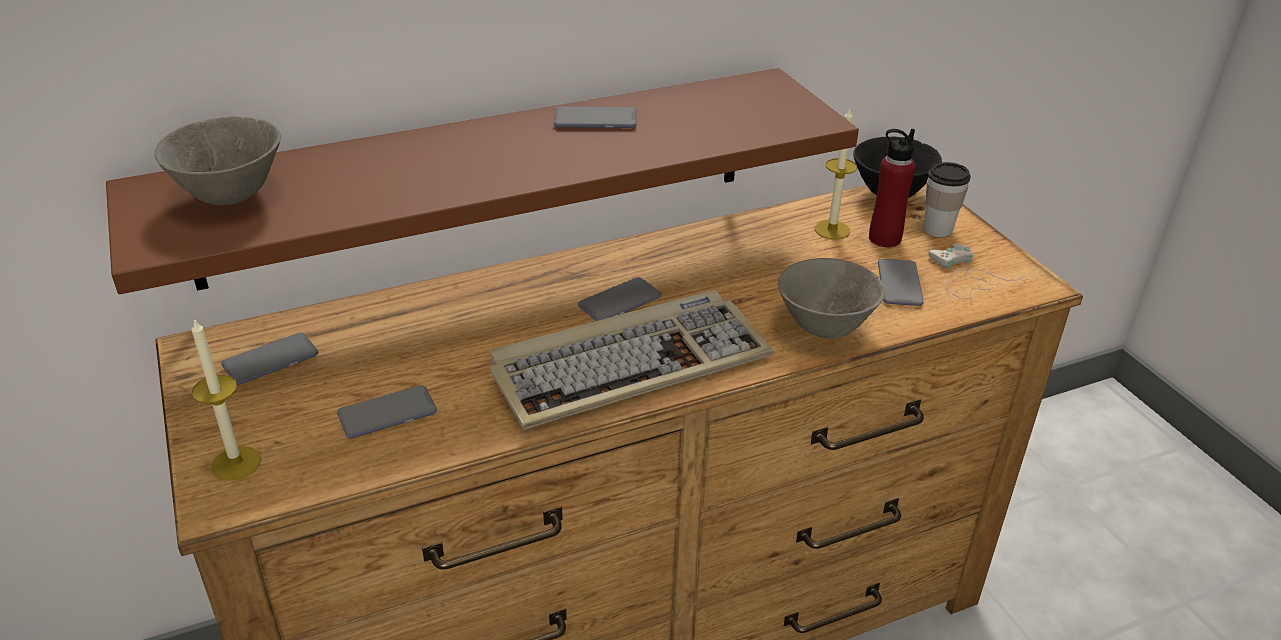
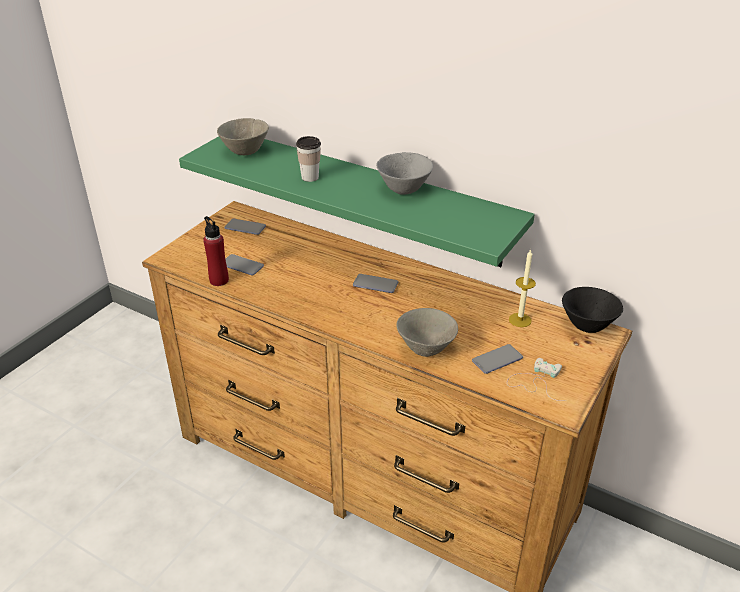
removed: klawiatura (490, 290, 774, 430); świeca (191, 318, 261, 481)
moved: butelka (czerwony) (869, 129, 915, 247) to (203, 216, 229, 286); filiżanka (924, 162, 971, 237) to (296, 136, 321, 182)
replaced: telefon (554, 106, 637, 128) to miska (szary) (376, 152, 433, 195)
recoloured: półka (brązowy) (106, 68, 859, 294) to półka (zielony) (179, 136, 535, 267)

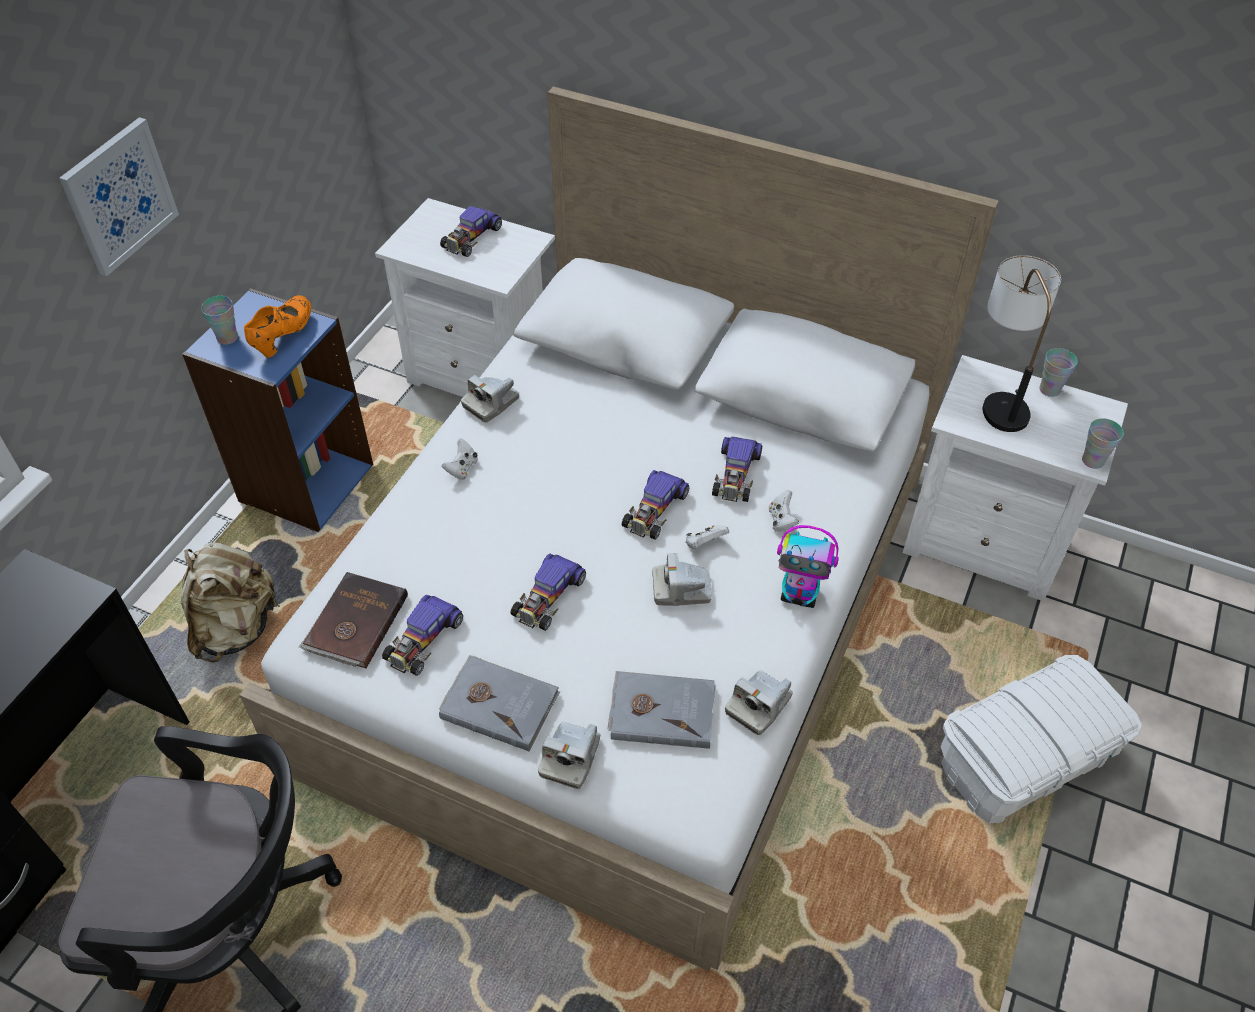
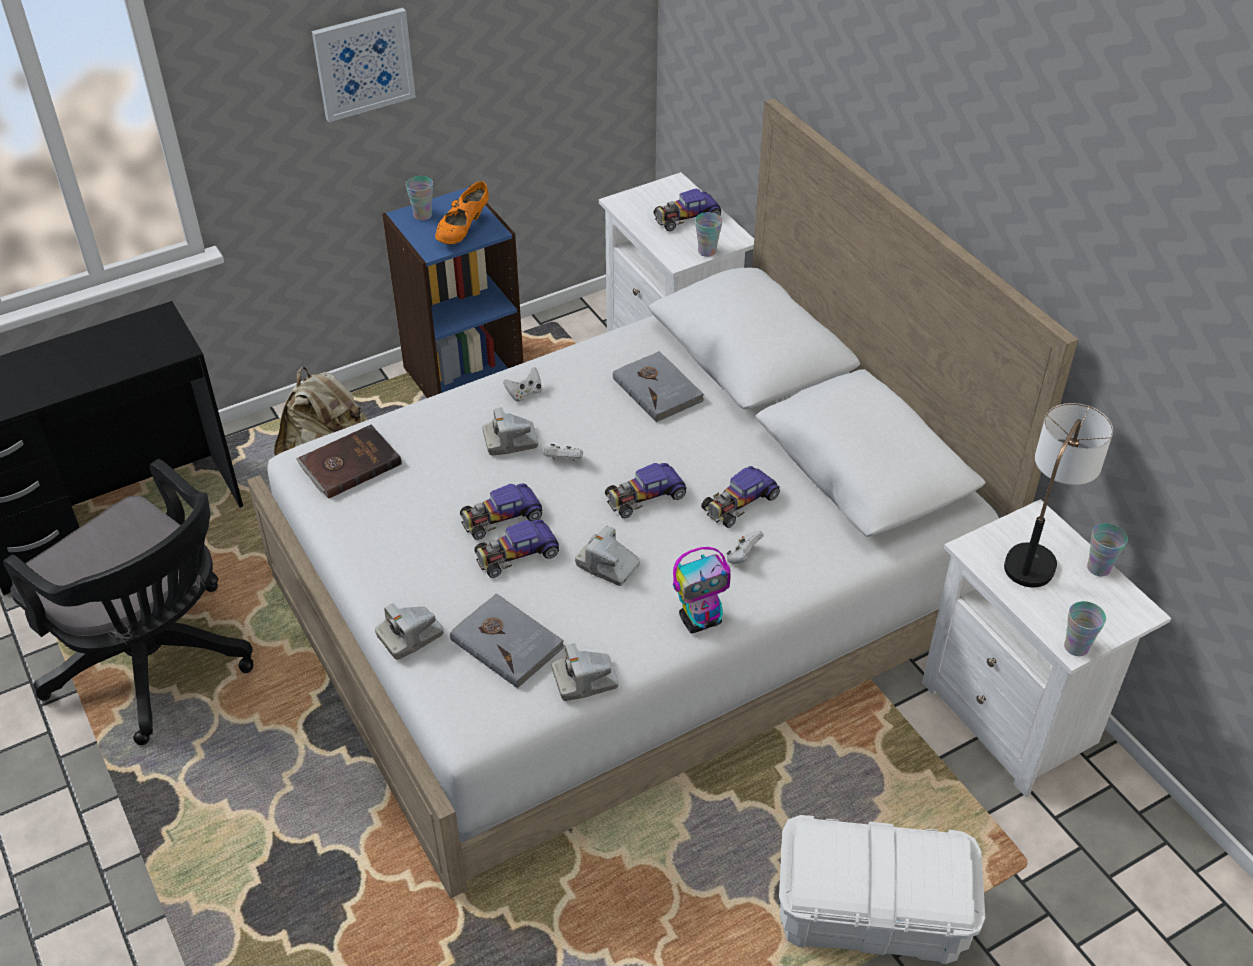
added: filiżanka (695, 212, 723, 257)
moved: aparat fotograficzny (461, 375, 519, 422) to (482, 407, 538, 456); pad do gier (biały) (686, 525, 729, 548) to (543, 444, 583, 461); samochodzik (382, 595, 463, 676) to (474, 519, 559, 578); książka (szary) (439, 655, 560, 751) to (613, 351, 705, 422)
turned: but (pomarańczowy) (244, 295, 311, 358) = (435, 181, 489, 245) 150 degrees clockwise; robot zabawkowy (777, 525, 839, 608) = (673, 547, 731, 634) 75 degrees counterclockwise

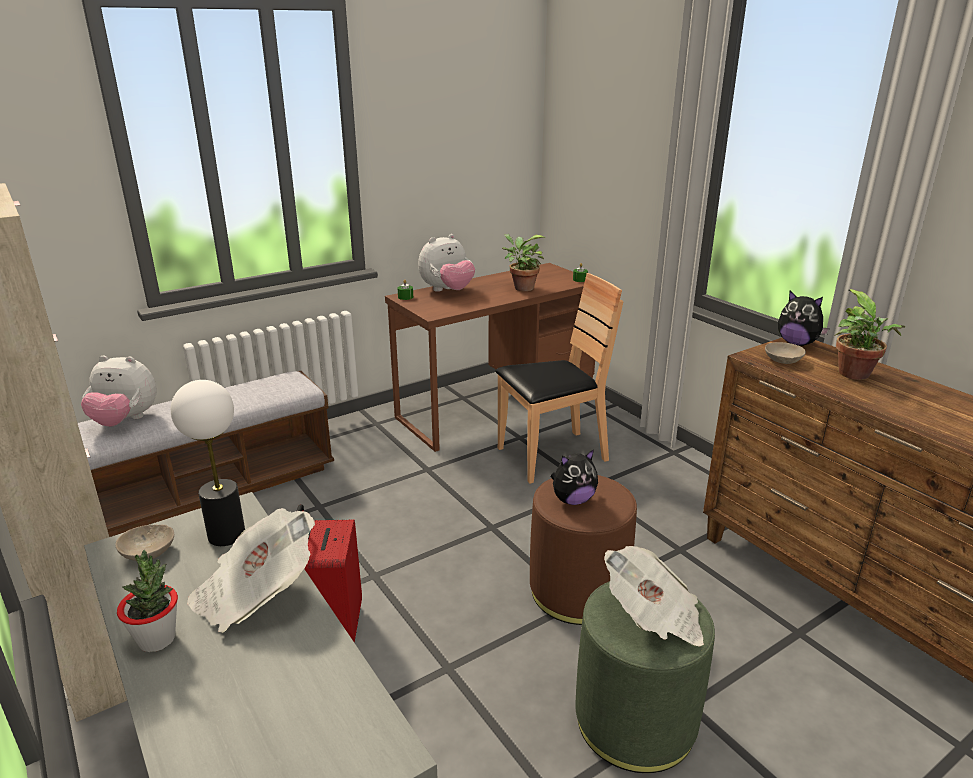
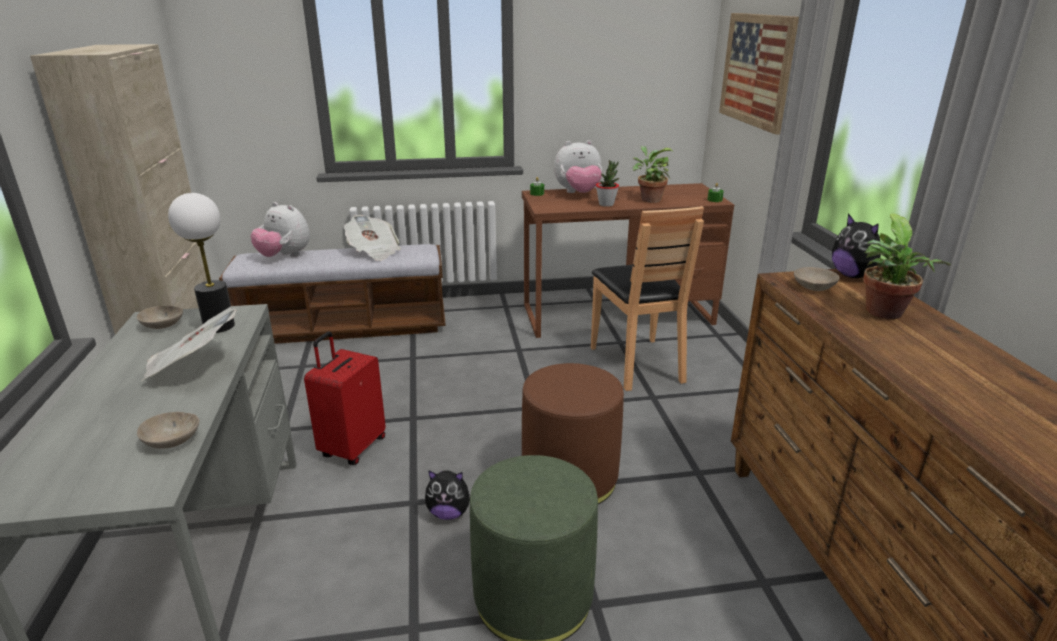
added: obraz (719, 13, 799, 135); miska (beżowy) (137, 412, 199, 449)
moved: pluszak (551, 449, 598, 505) to (425, 470, 470, 520); gazeta (604, 546, 704, 646) to (344, 215, 401, 261); roślina doniczkowa (117, 550, 178, 652) to (596, 160, 619, 207)
turned: krzesło (brązowy) (495, 273, 623, 484) = (591, 206, 704, 391) 75 degrees clockwise

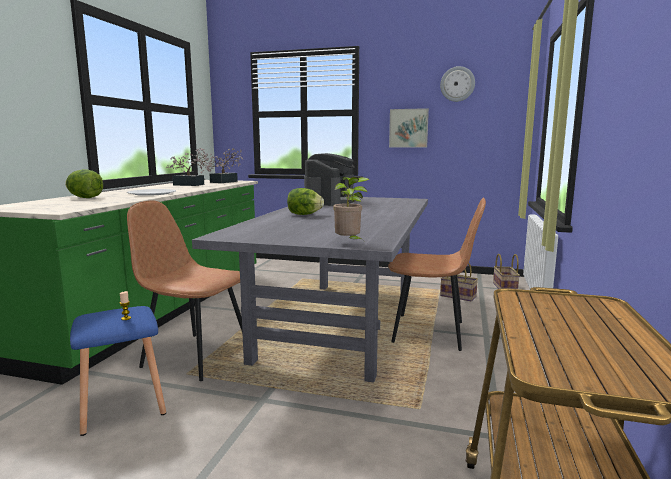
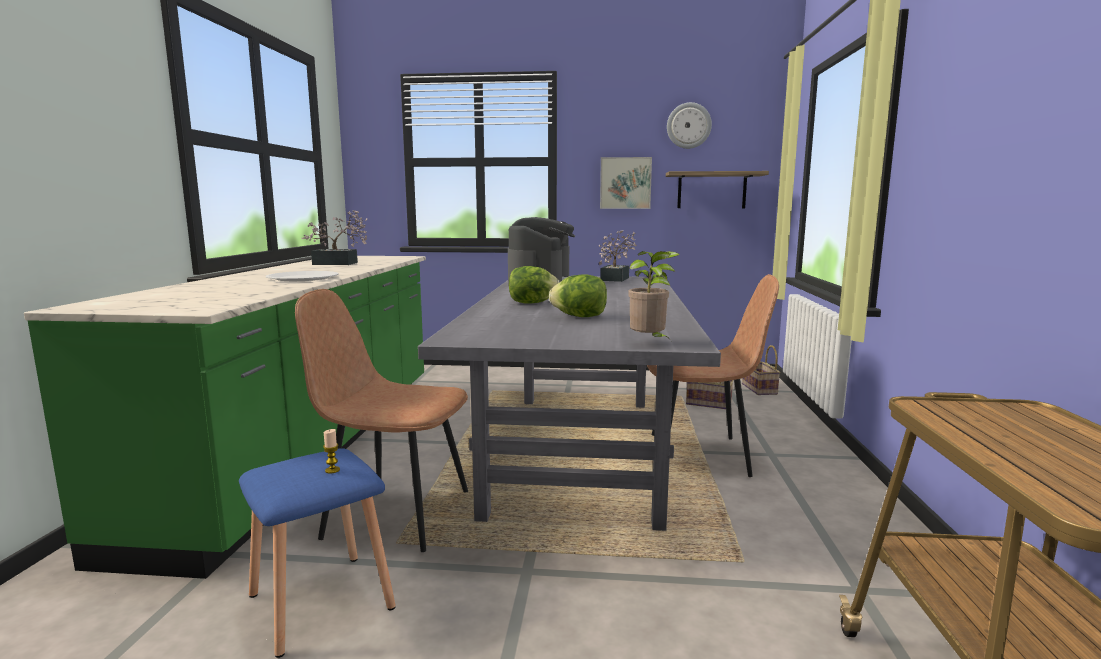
added: półka (666, 171, 769, 208)
moved: roślina doniczkowa (208, 148, 243, 183) to (599, 230, 637, 282); sałata (65, 169, 103, 198) to (549, 274, 607, 317)

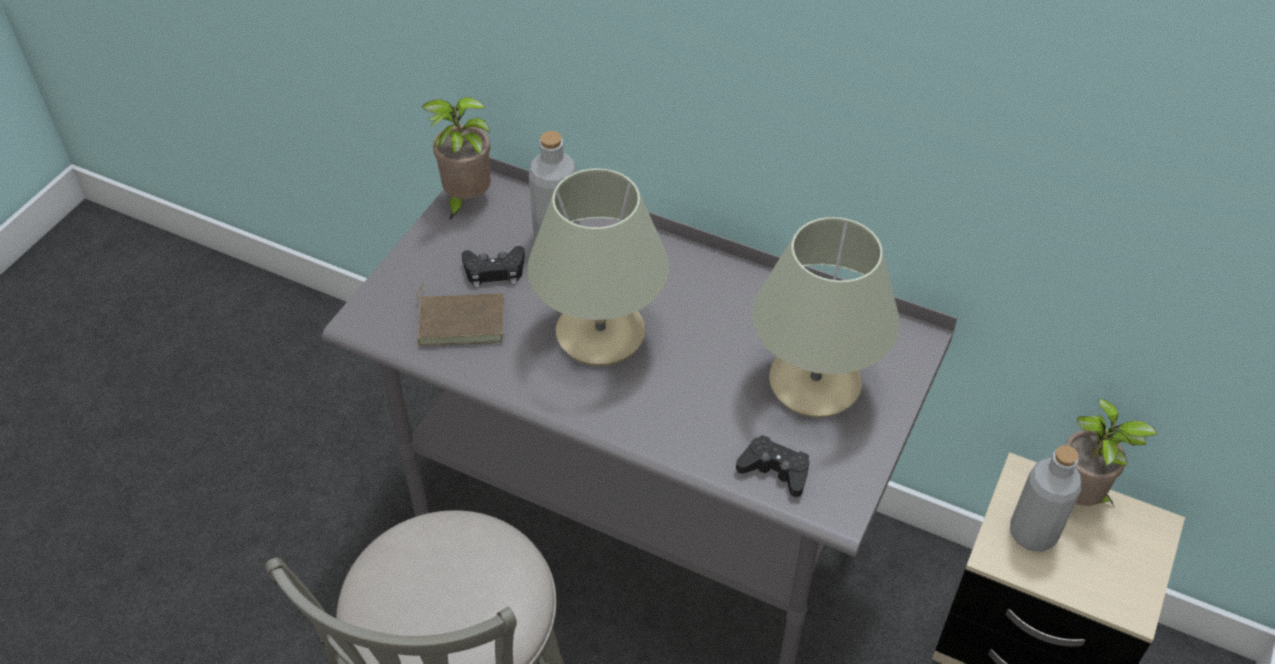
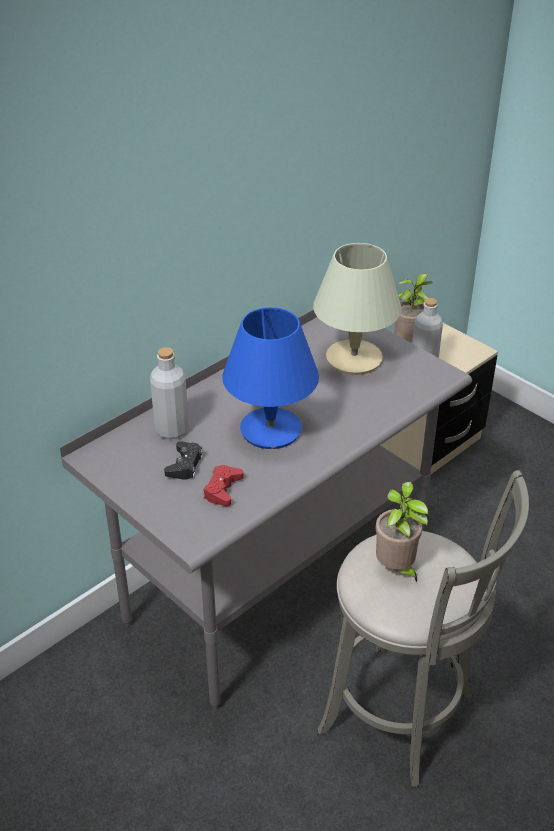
removed: pad do gier (czarny) (736, 435, 809, 497)
moved: roślina doniczkowa (421, 97, 491, 221) to (376, 482, 428, 582)
replaced: książka (brązowy) (417, 284, 504, 345) to pad do gier (czerwony) (203, 465, 244, 506)
recoloured: lampa stołowa (beżowy) (527, 168, 670, 366) to lampa stołowa (niebieski) (222, 307, 319, 449)

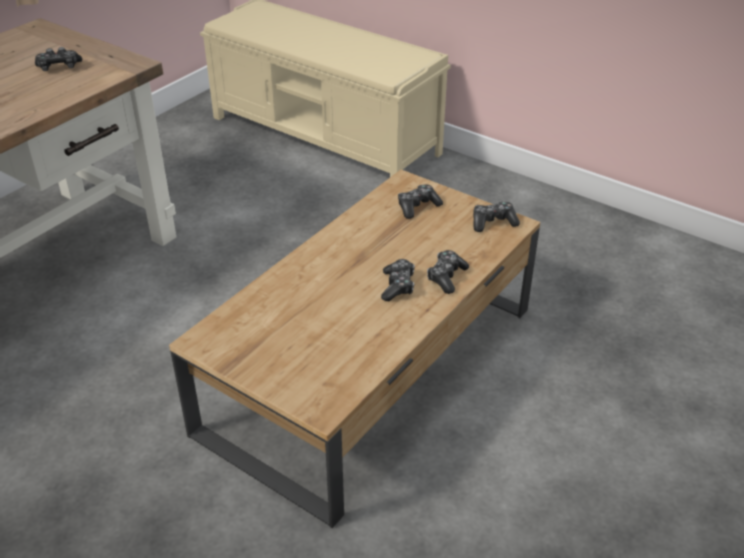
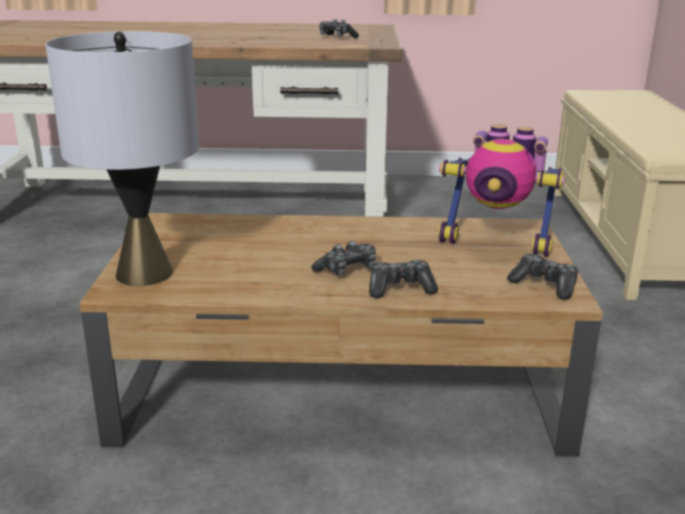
added: lampa stołowa (szary) (45, 31, 199, 286)
replaced: pad do gier (398, 184, 443, 219) to robot zabawkowy (438, 124, 565, 257)

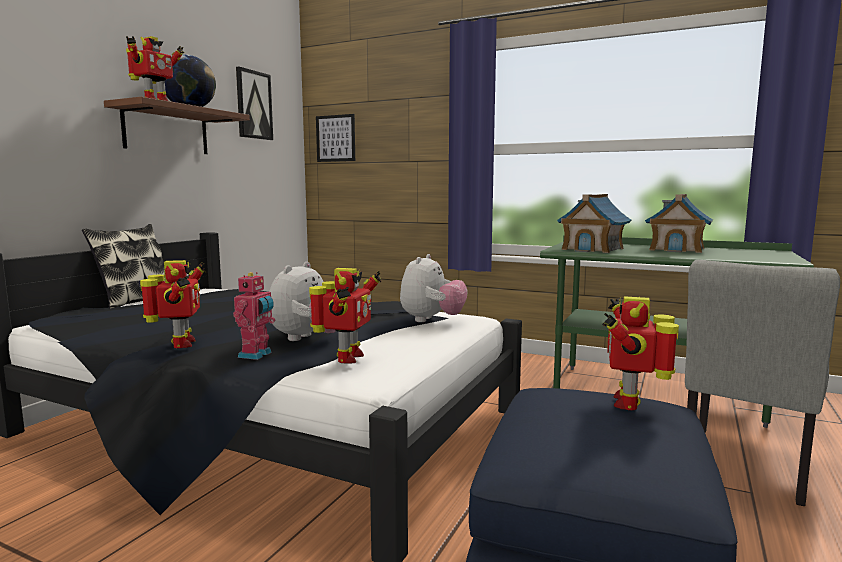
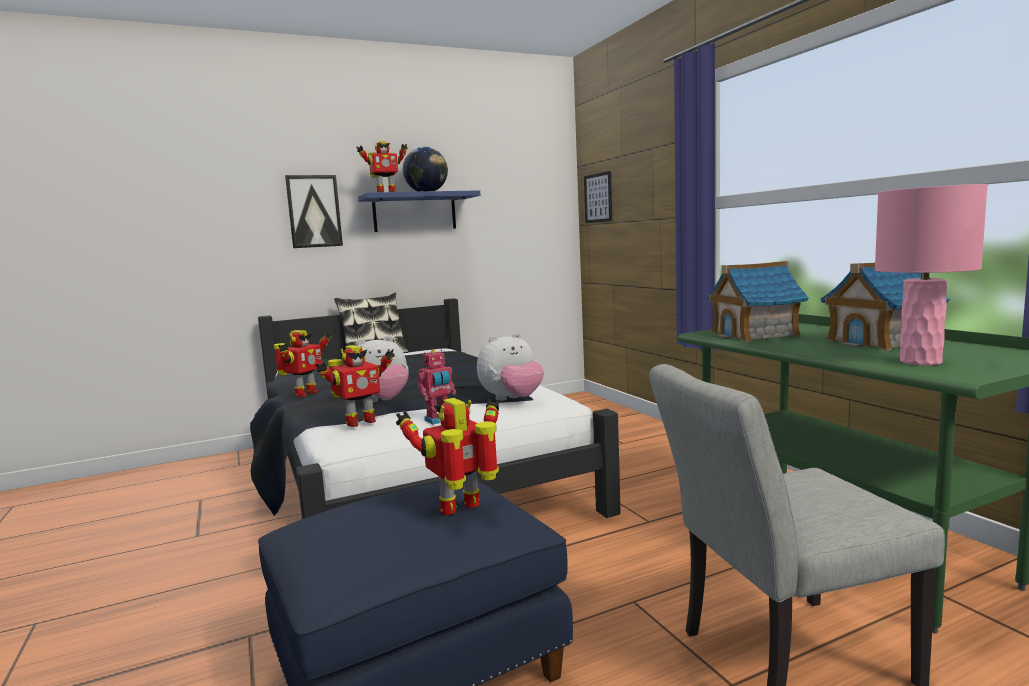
added: lampa stołowa (różowy) (875, 184, 988, 365)
moved: obraz (236, 67, 273, 140) to (285, 175, 343, 248); robot zabawkowy (233, 272, 275, 360) to (417, 349, 456, 424)
recoloured: półka (brązowy) (104, 97, 250, 154) to półka (niebieski) (358, 190, 481, 232)

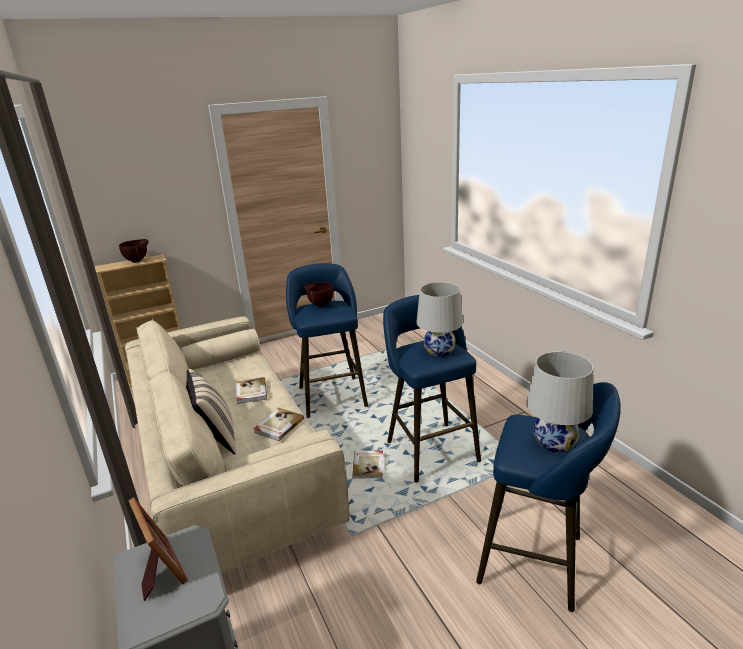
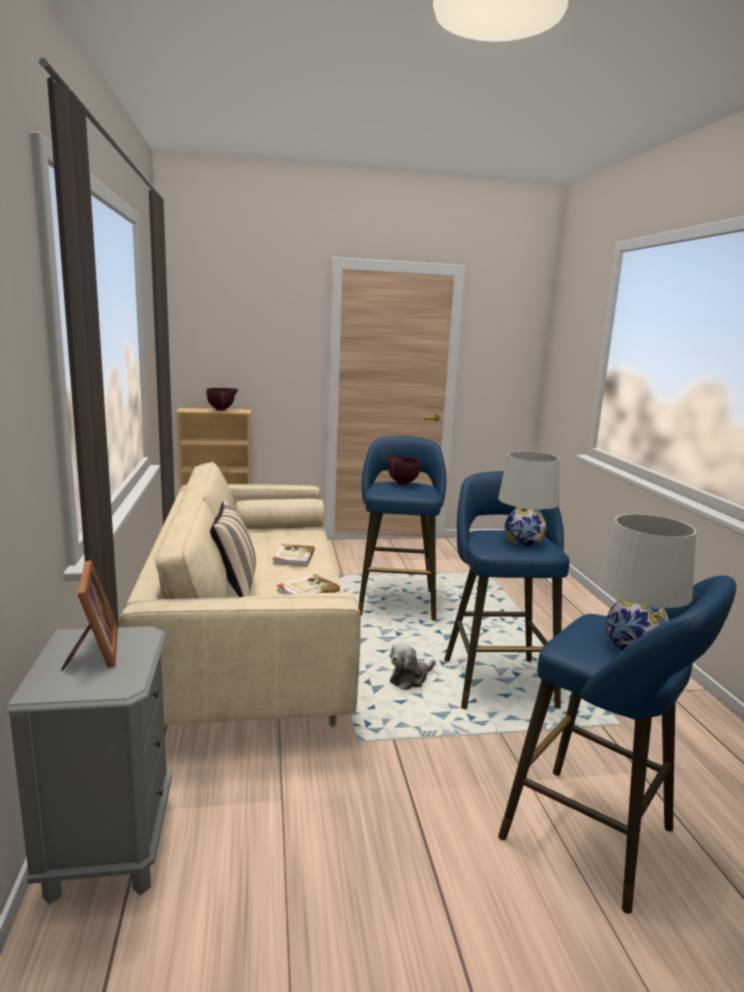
replaced: książka (352, 450, 383, 479) to pluszak (390, 643, 436, 690)

